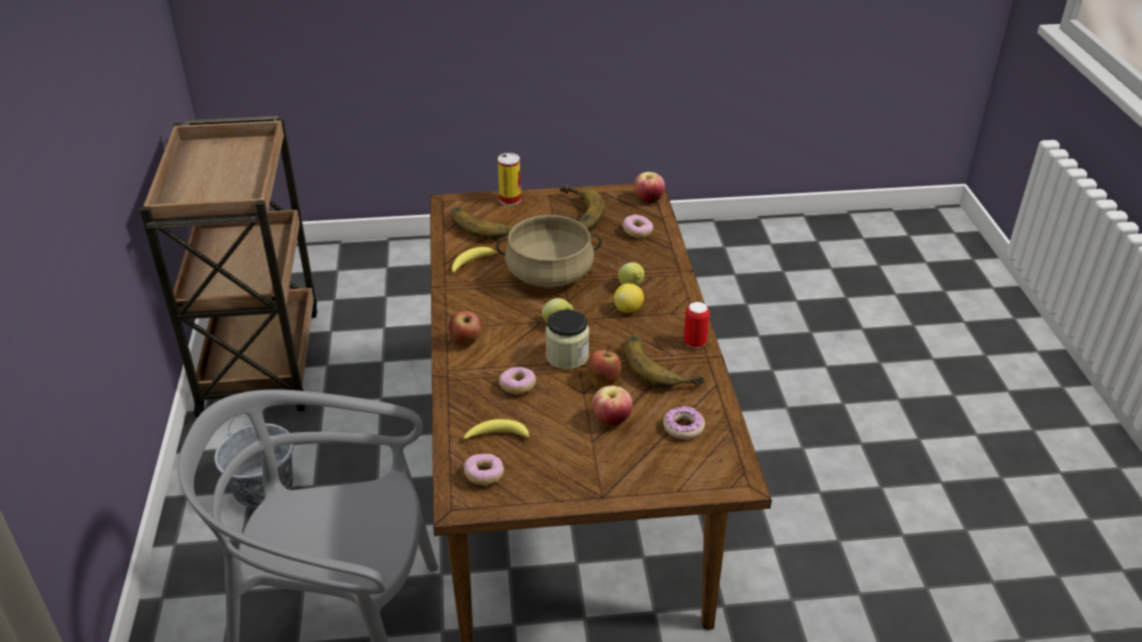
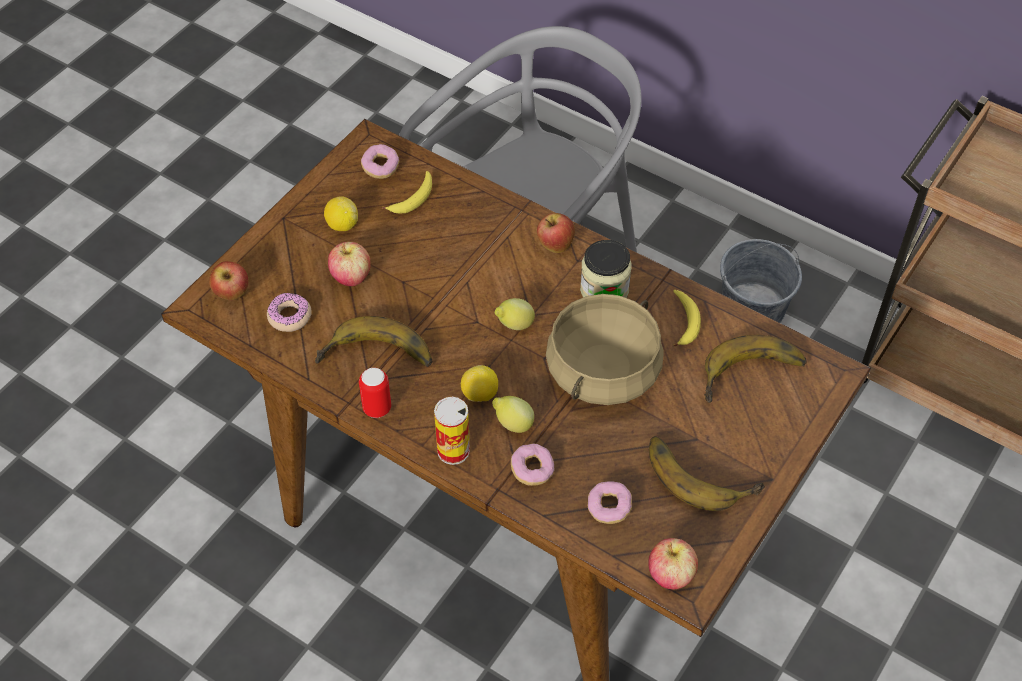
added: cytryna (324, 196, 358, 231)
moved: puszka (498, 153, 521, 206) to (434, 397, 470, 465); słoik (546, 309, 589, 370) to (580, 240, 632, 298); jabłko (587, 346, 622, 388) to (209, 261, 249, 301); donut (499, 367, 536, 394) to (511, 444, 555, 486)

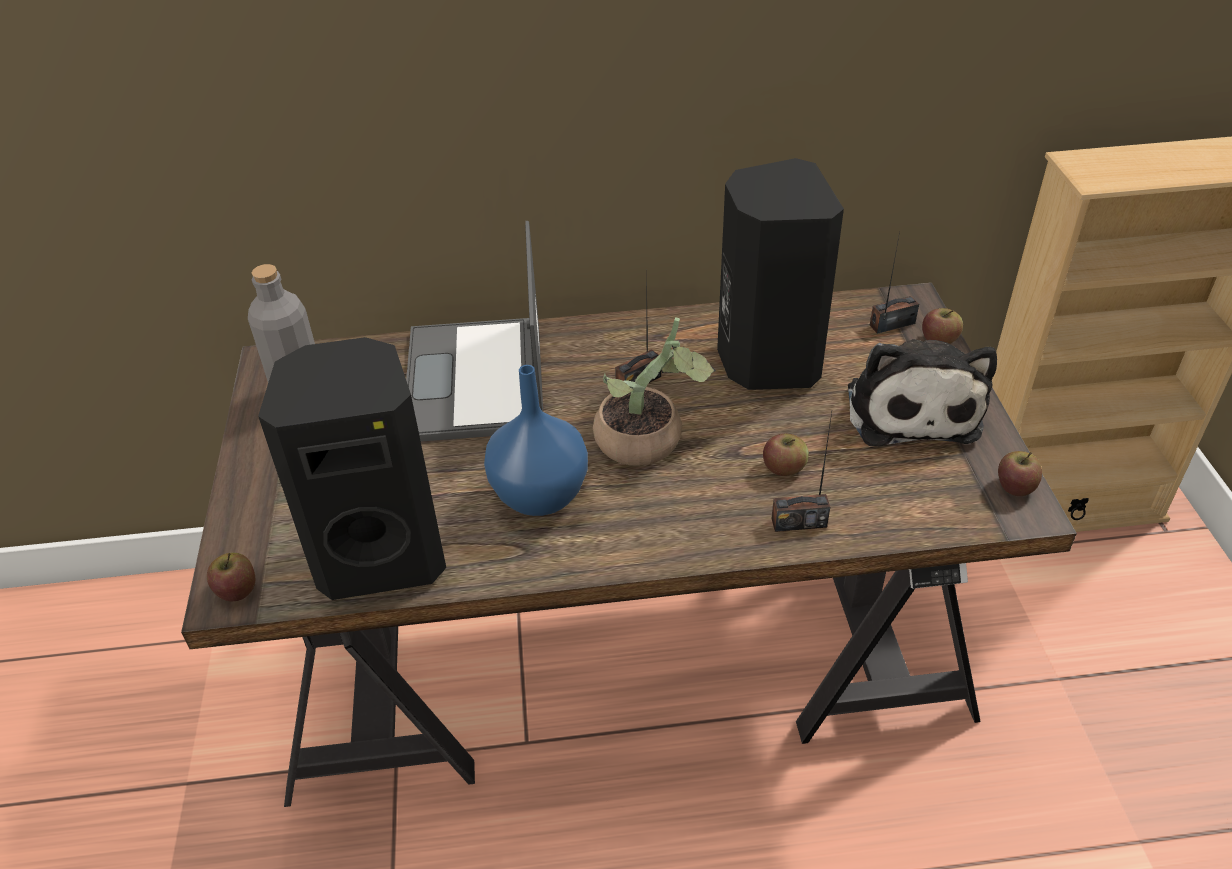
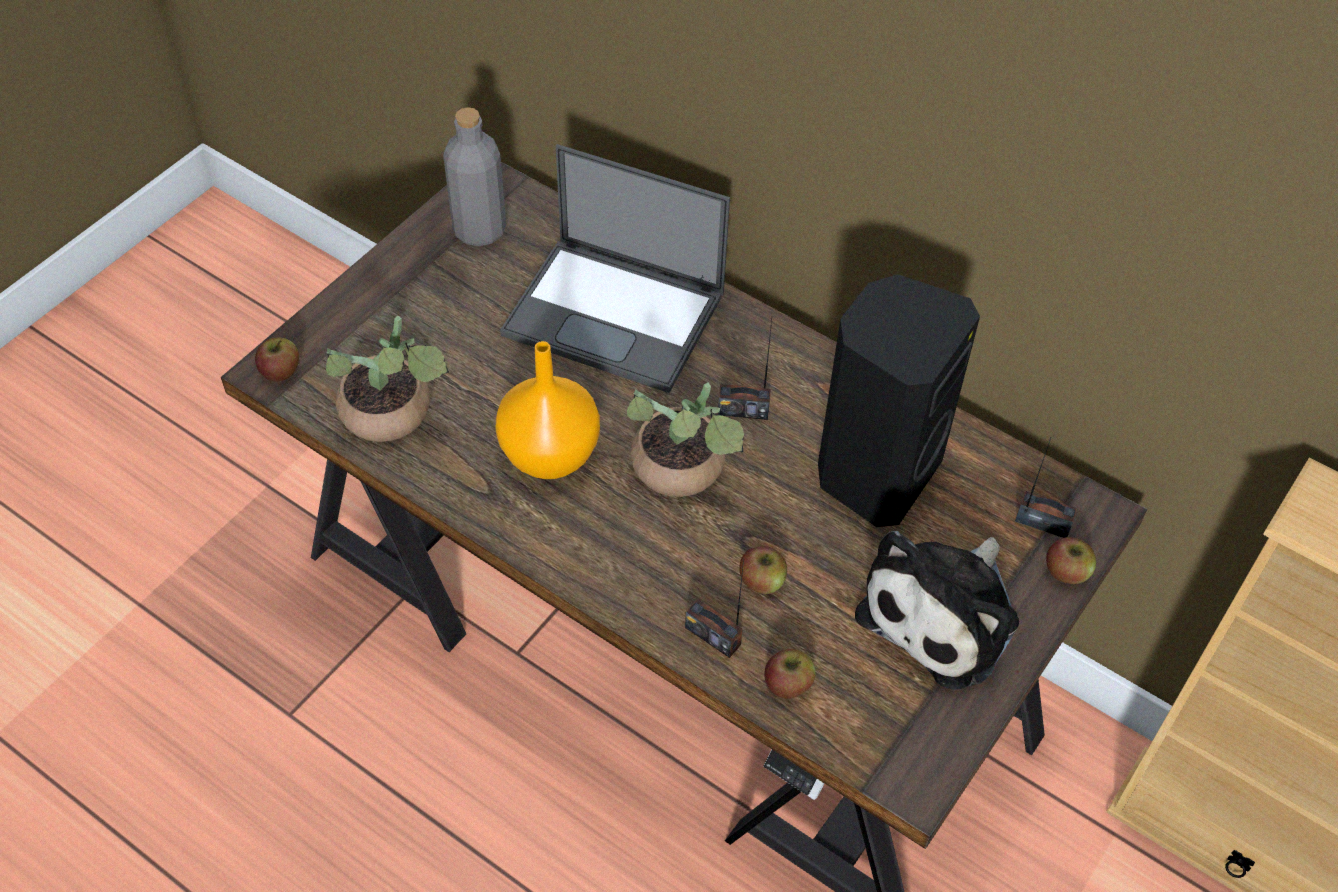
moved: jabłko (998, 451, 1042, 496) to (764, 649, 816, 699)
replaced: głośnik (czarny) (258, 337, 446, 600) to roślina doniczkowa (326, 315, 449, 442)
recoloured: wazon (niebieski) (484, 365, 588, 516) to wazon (pomarańczowy) (496, 341, 600, 479)
turned: laptop (406, 221, 543, 442) = (500, 144, 730, 393) 105 degrees counterclockwise

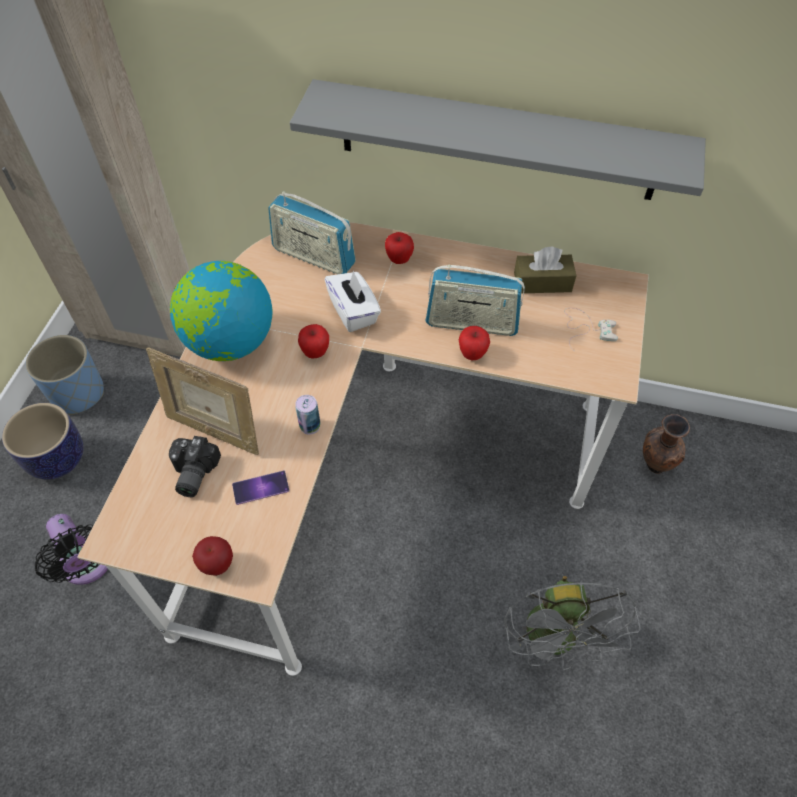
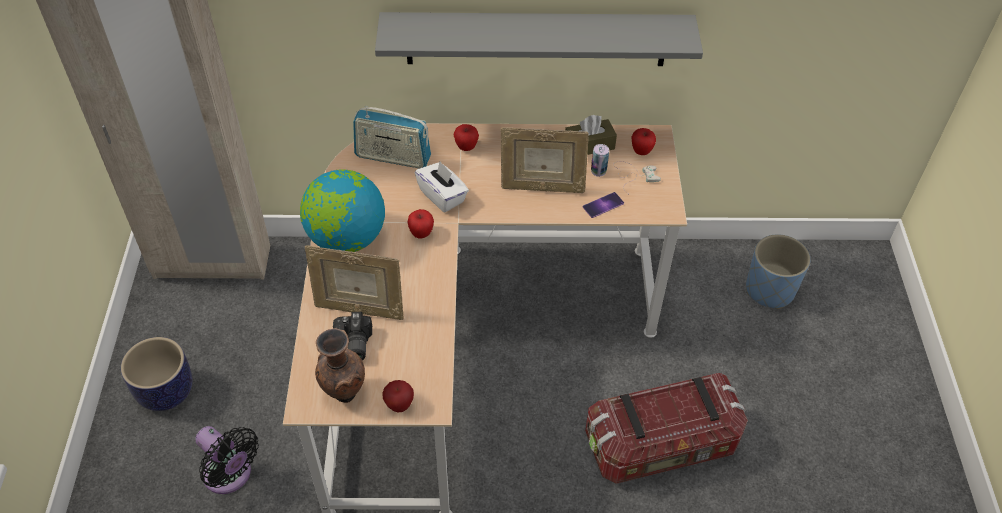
moved: jabłko (459, 326, 490, 360) to (631, 128, 656, 155); donica (niebieski) (26, 335, 104, 415) to (746, 234, 810, 309); puszka (295, 395, 320, 435) to (591, 144, 609, 177); wazon (brązowy) (643, 414, 690, 474) to (315, 328, 365, 403); telefon (232, 471, 289, 505) to (583, 192, 624, 218)
replaced: radio (425, 265, 525, 336) to ramka na zdjęcie (501, 127, 589, 193); wentylator (szary) (504, 576, 641, 670) to pojemnik do przechowywania (585, 373, 748, 484)

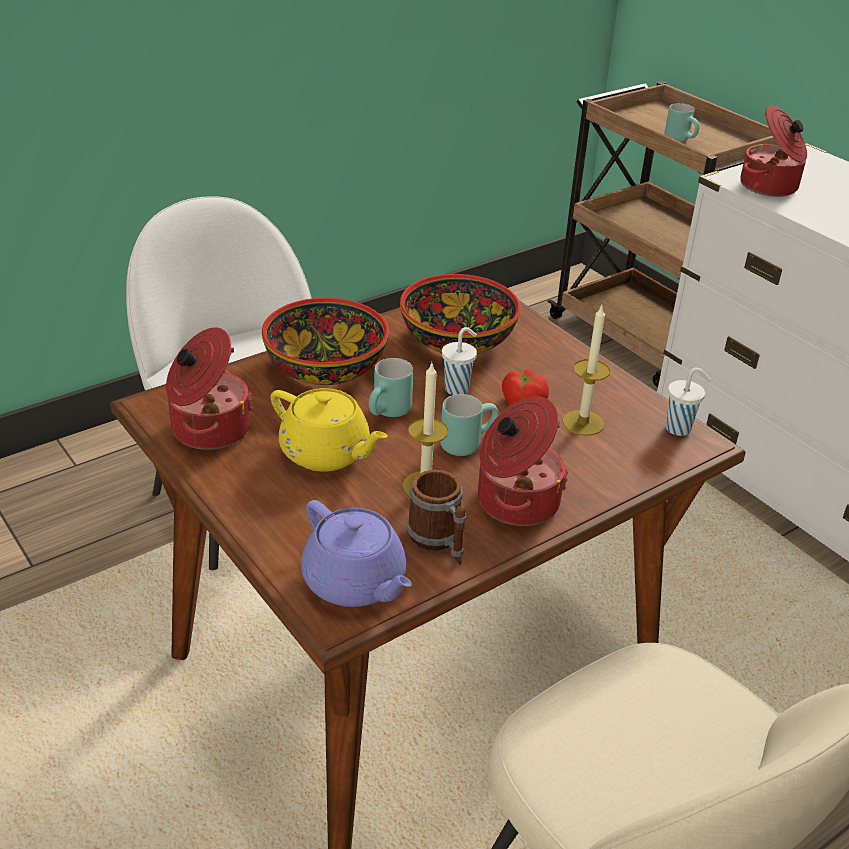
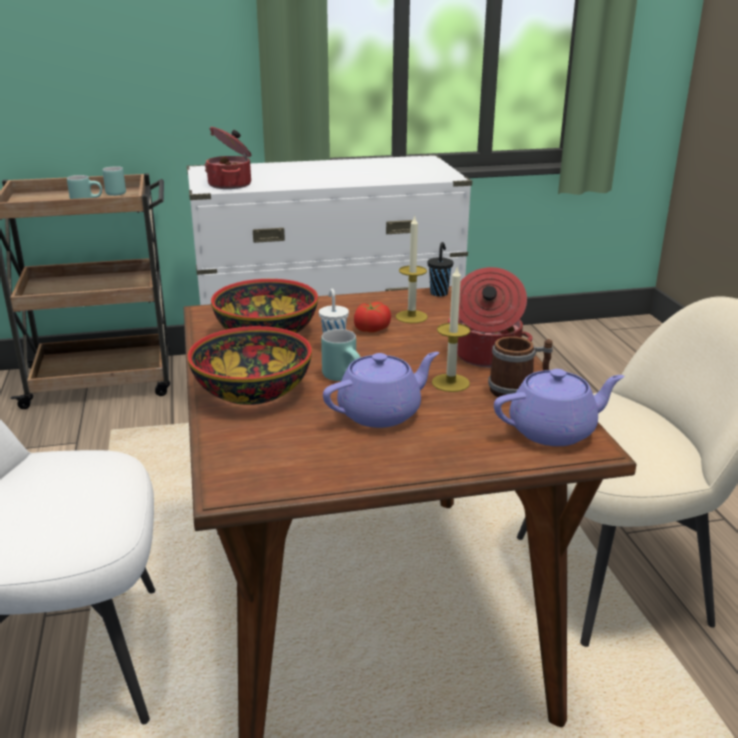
removed: garnek (166, 327, 253, 450)
moved: kubek (turkusowy) (440, 394, 498, 456) to (102, 166, 126, 196)
recoloured: filiżanka (biały) (666, 368, 711, 436) to filiżanka (czarny) (428, 242, 453, 296); imbryk (żółty) (271, 388, 388, 472) to imbryk (fioletowy) (323, 352, 439, 428)

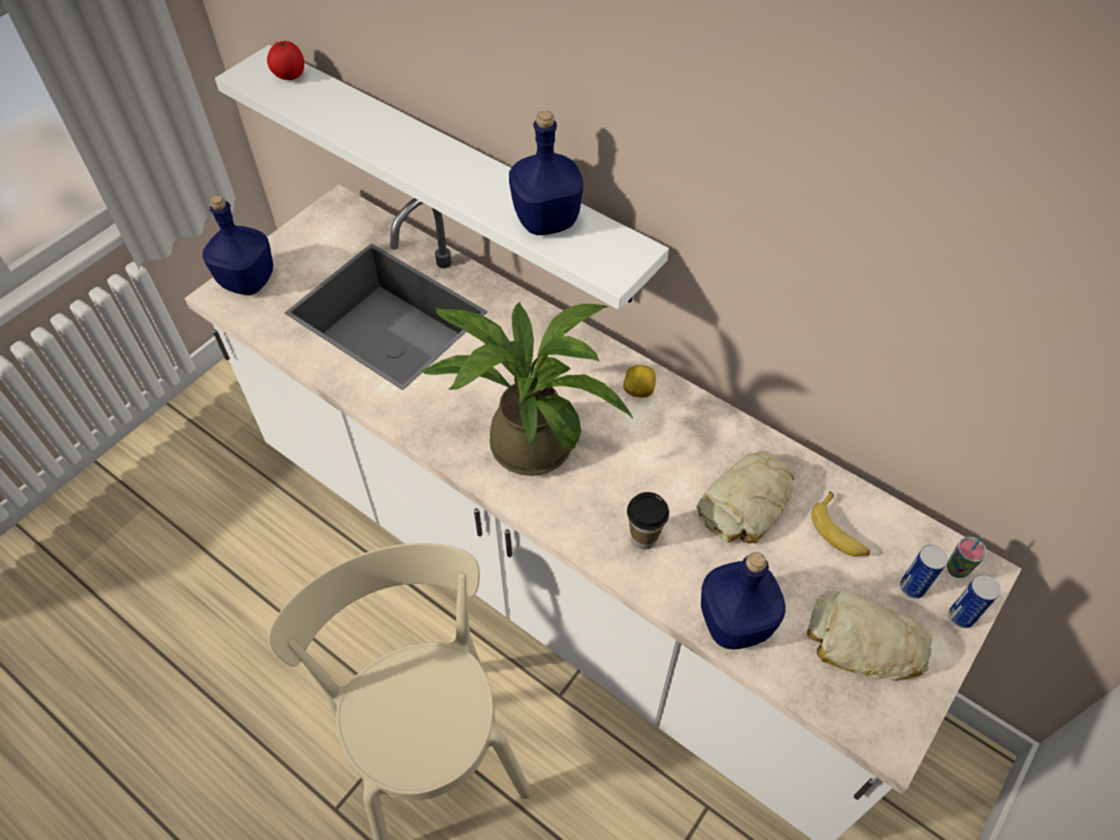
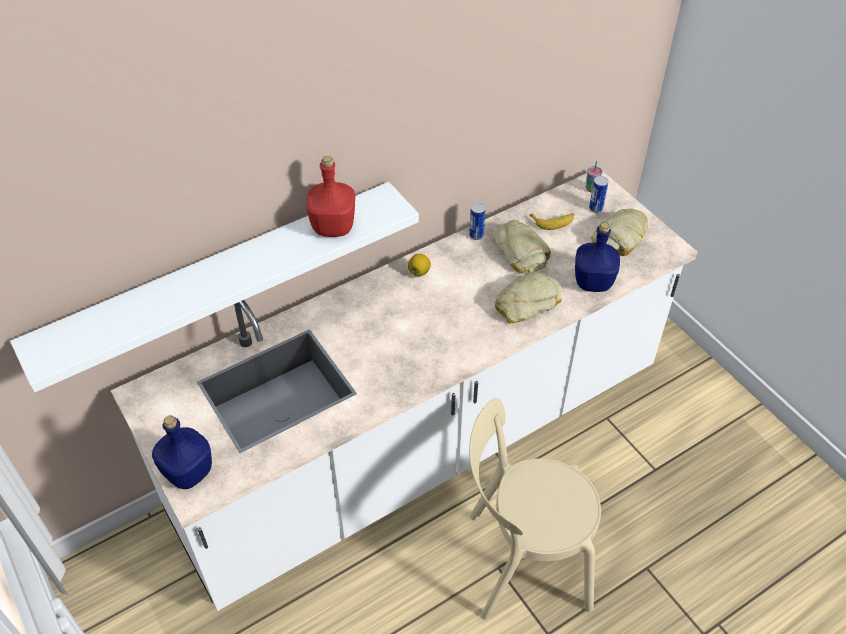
removed: pomidor (267, 40, 304, 80); roślina doniczkowa (422, 301, 633, 476)
moved: puszka (949, 574, 1001, 628) to (469, 203, 486, 240)
replaced: filiżanka (627, 492, 669, 550) to chleb (495, 271, 562, 323)
recoloured: butelka (niebieski) (509, 111, 583, 235) to butelka (czerwony) (306, 156, 355, 237)

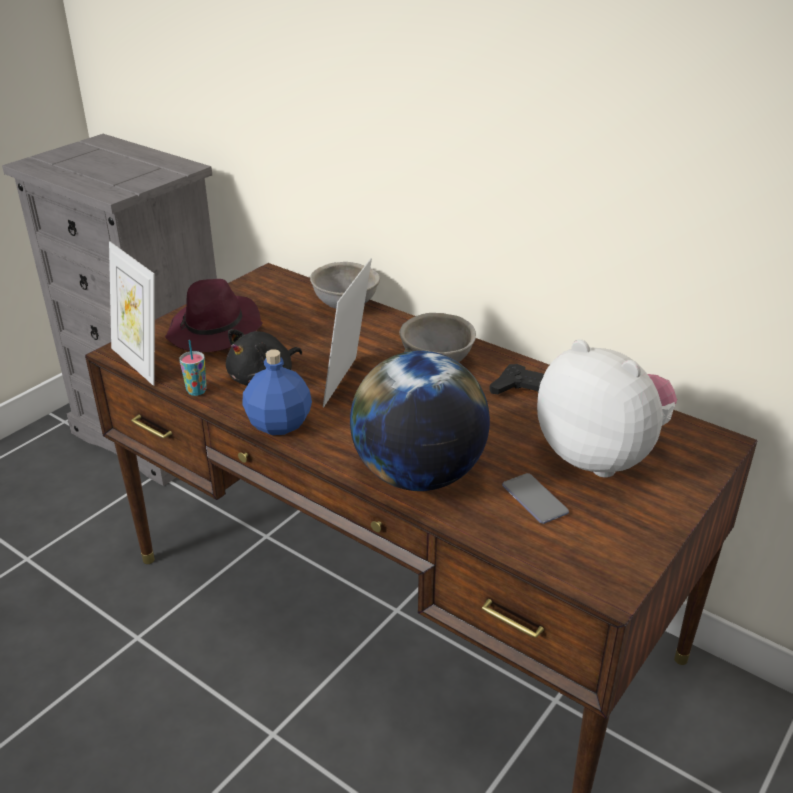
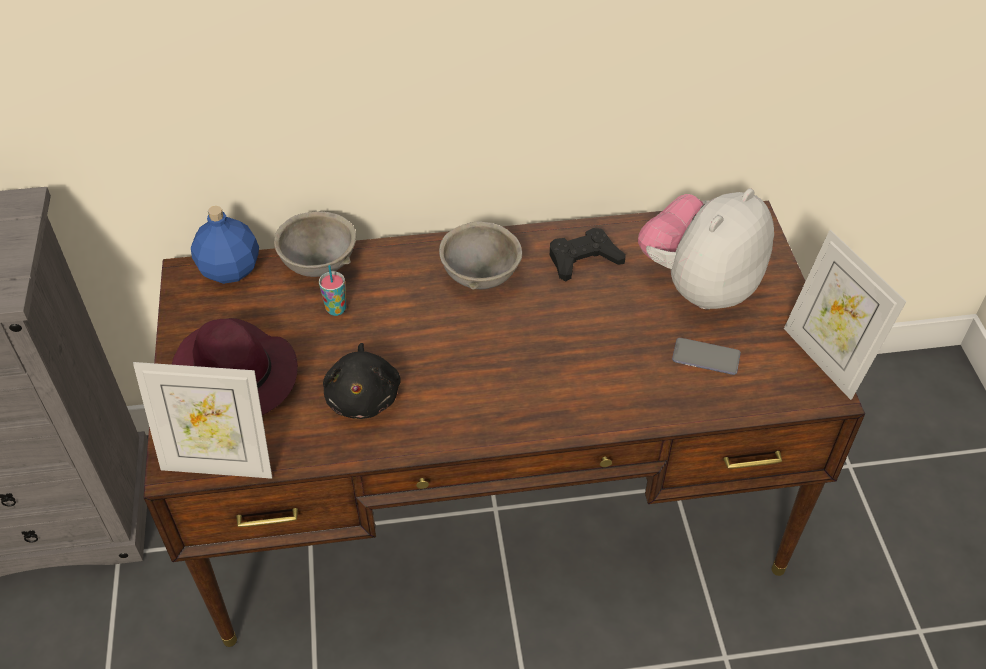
removed: globus (350, 351, 490, 491)
moved: ramka na zdjęcie (323, 258, 372, 407) to (784, 230, 907, 400); filiżanka (179, 340, 207, 396) to (319, 265, 347, 316); butelka (niebieski) (242, 349, 312, 435) to (191, 206, 259, 284)
turned: pluszak (537, 339, 677, 478) = (638, 189, 774, 309) 45 degrees counterclockwise

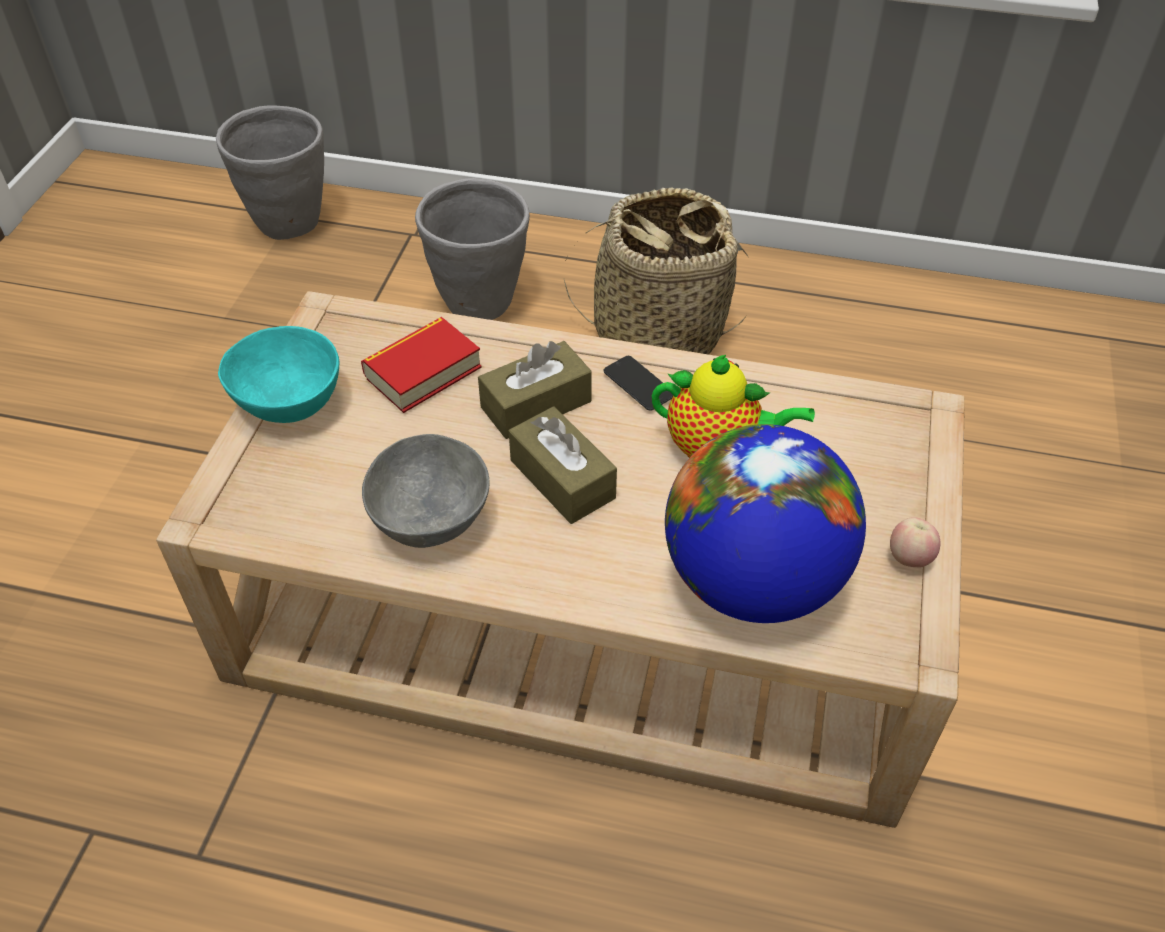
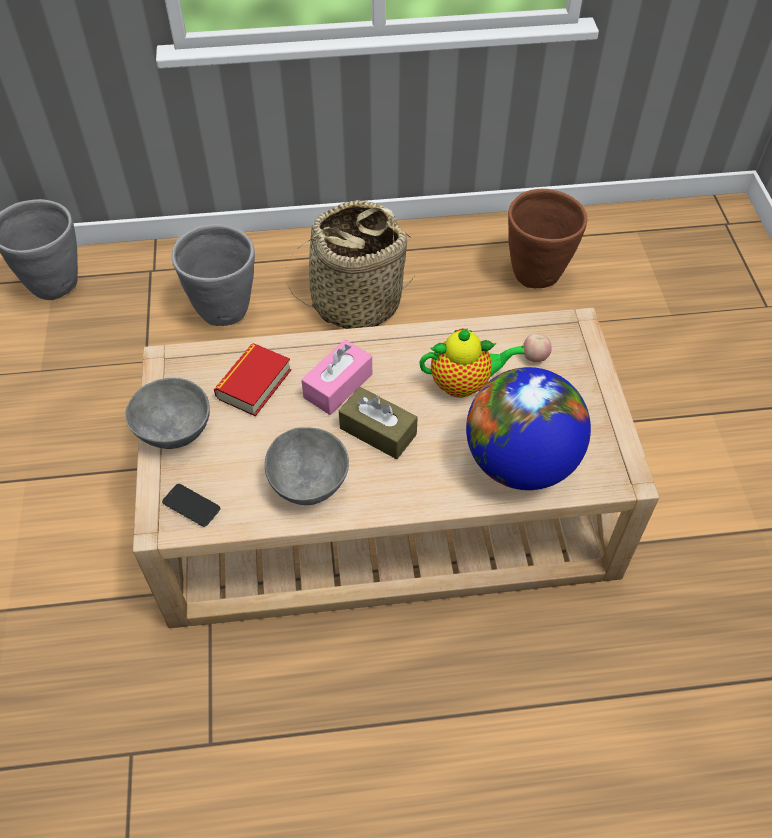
added: donica (brązowy) (508, 189, 587, 288)
moved: telefon (604, 356, 673, 411) to (162, 484, 220, 527); jabłko (890, 517, 940, 567) to (523, 333, 552, 362)
recoloured: miska (turkusowy) (218, 326, 339, 423) to miska (szary) (125, 378, 210, 449); pudełko chusteczek (brązowy) (478, 341, 592, 439) to pudełko chusteczek (różowy) (301, 340, 372, 415)

